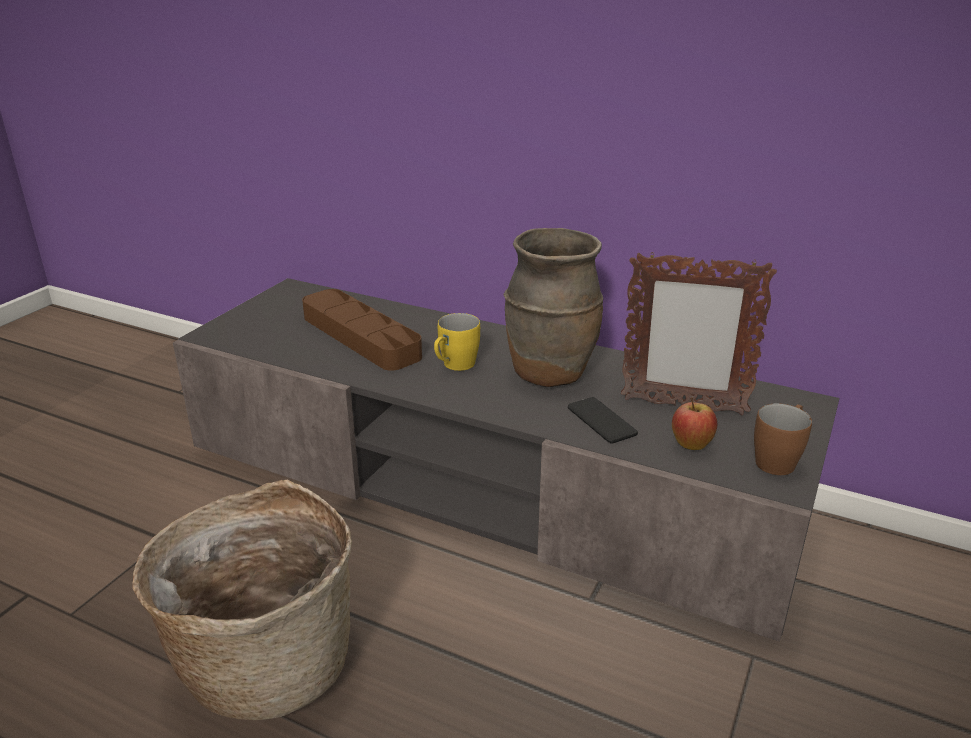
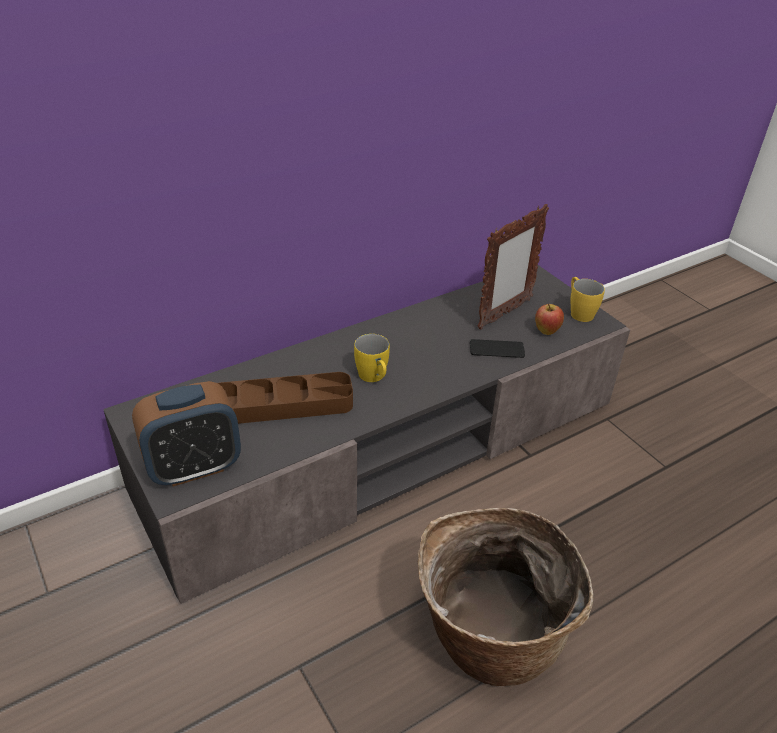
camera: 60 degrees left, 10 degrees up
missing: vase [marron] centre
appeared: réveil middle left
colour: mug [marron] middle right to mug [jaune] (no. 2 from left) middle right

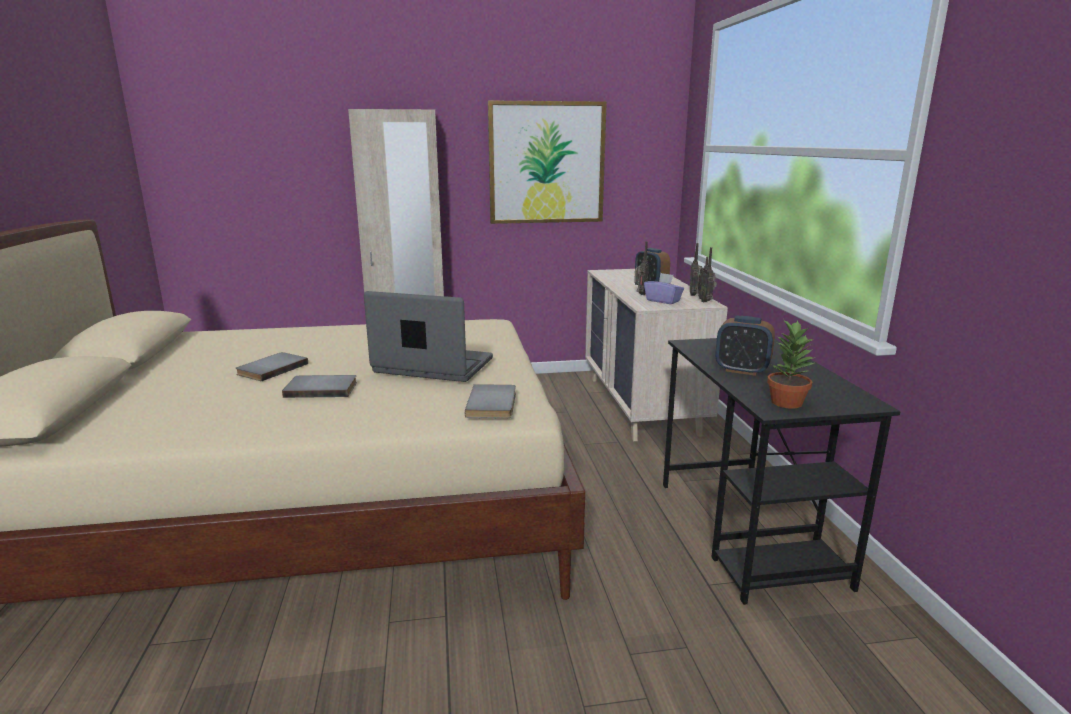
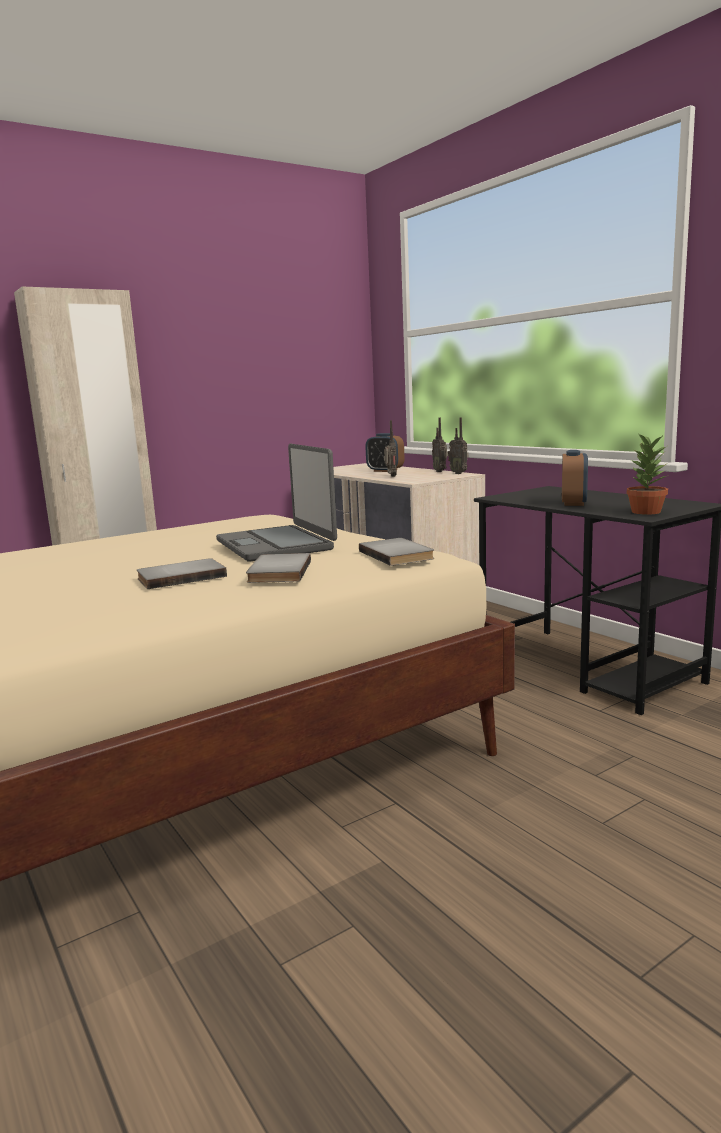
camera: 25 degrees left, 5 degrees down
missing: tableau top centre; boîte à mouchoirs [violet] centre
relocated: livre [gris] (no. 1 from left in the first image) middle left to livre [gris] (no. 2 from left) centre
spun: ordinateur portable centre = centre 105 degrees counterclockwise; réveil (no. 2 from left) middle right = middle right 75 degrees counterclockwise

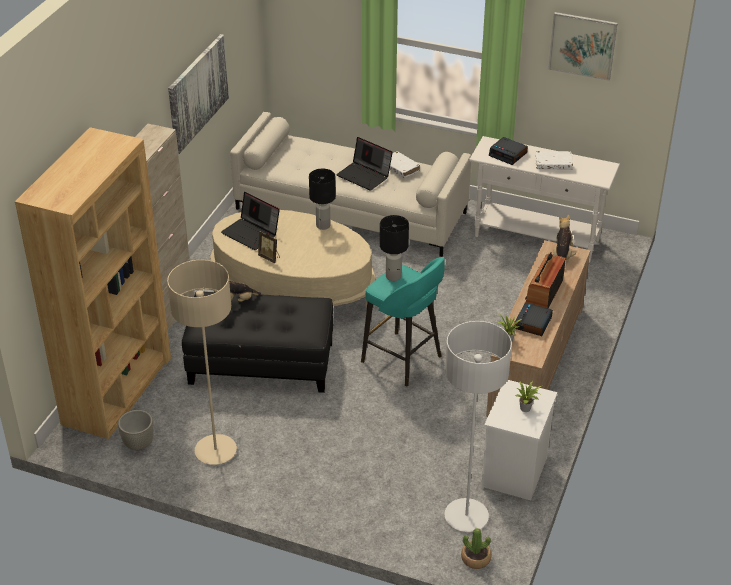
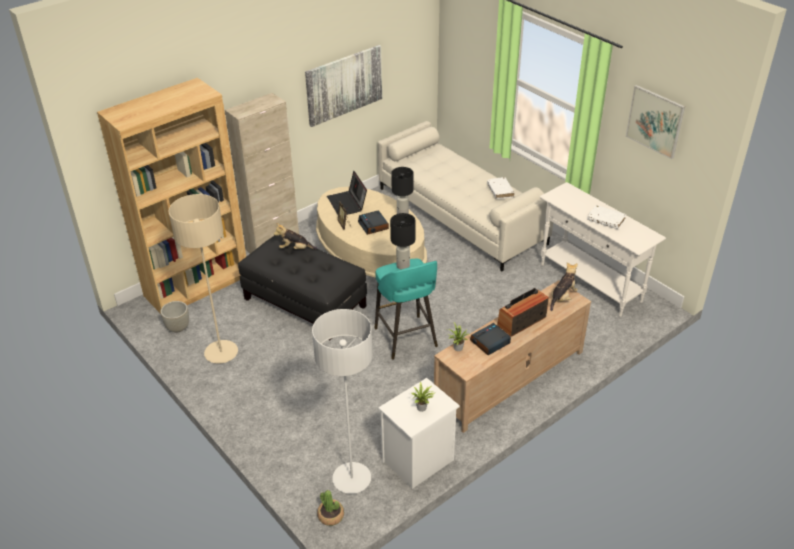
camera: 30 degrees right, 0 degrees up
missing: ordinateur portable (no. 2 from left) top centre
relocated: réveil (no. 1 from left) top right to centre

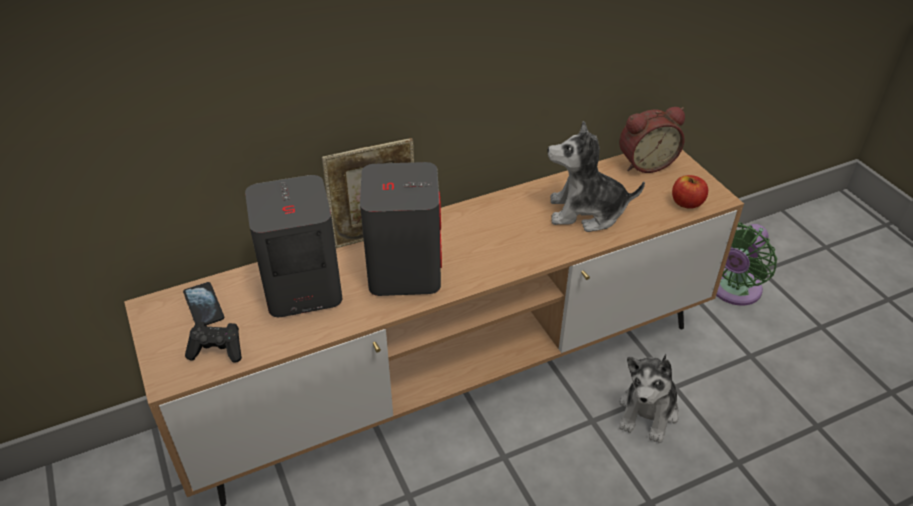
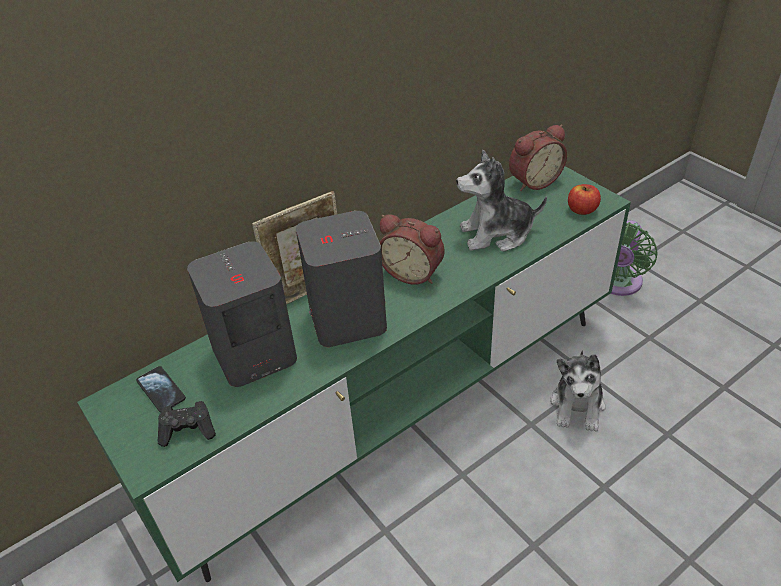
camera: 10 degrees left, 0 degrees up
appeared: réveil (no. 1 from left) centre
colour: meuble télé [marron] centre to meuble télé [vert] centre

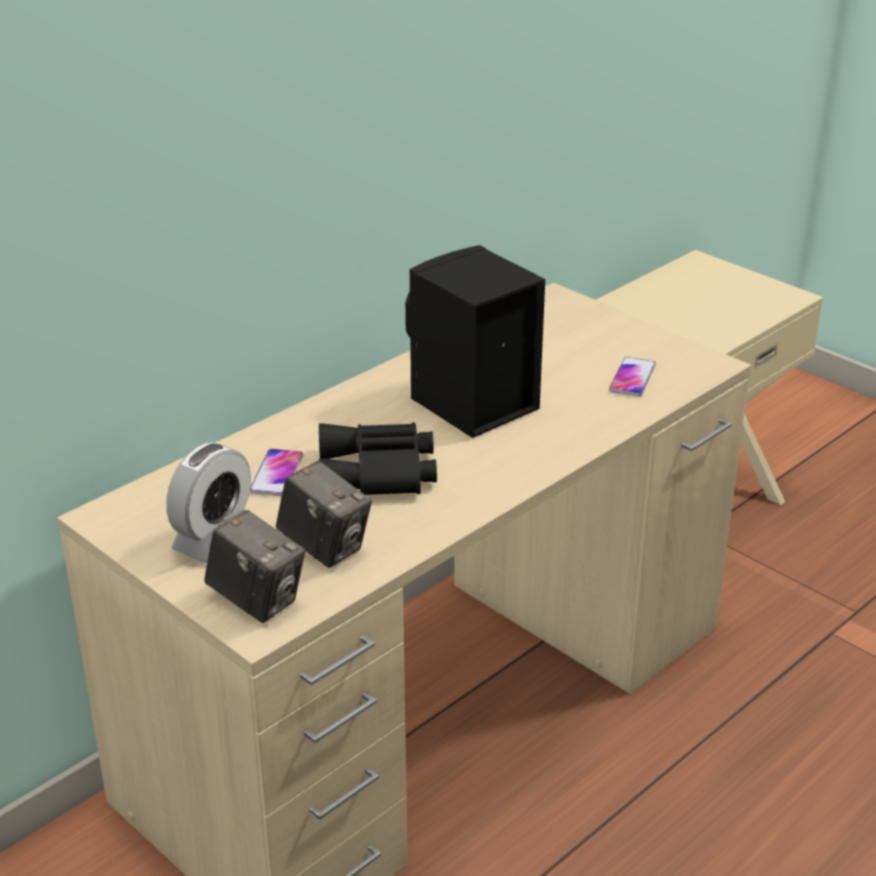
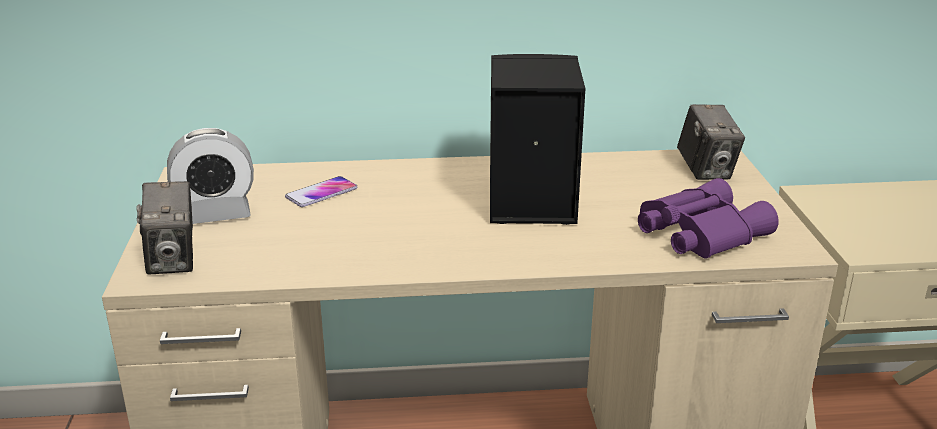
camera: 40 degrees right, 5 degrees down
missing: jumelles [noir] centre
relocated: appareil photo (no. 2 from left) centre to top right
exchanged: téléphone (no. 2 from left) middle right to jumelles [violet] middle right

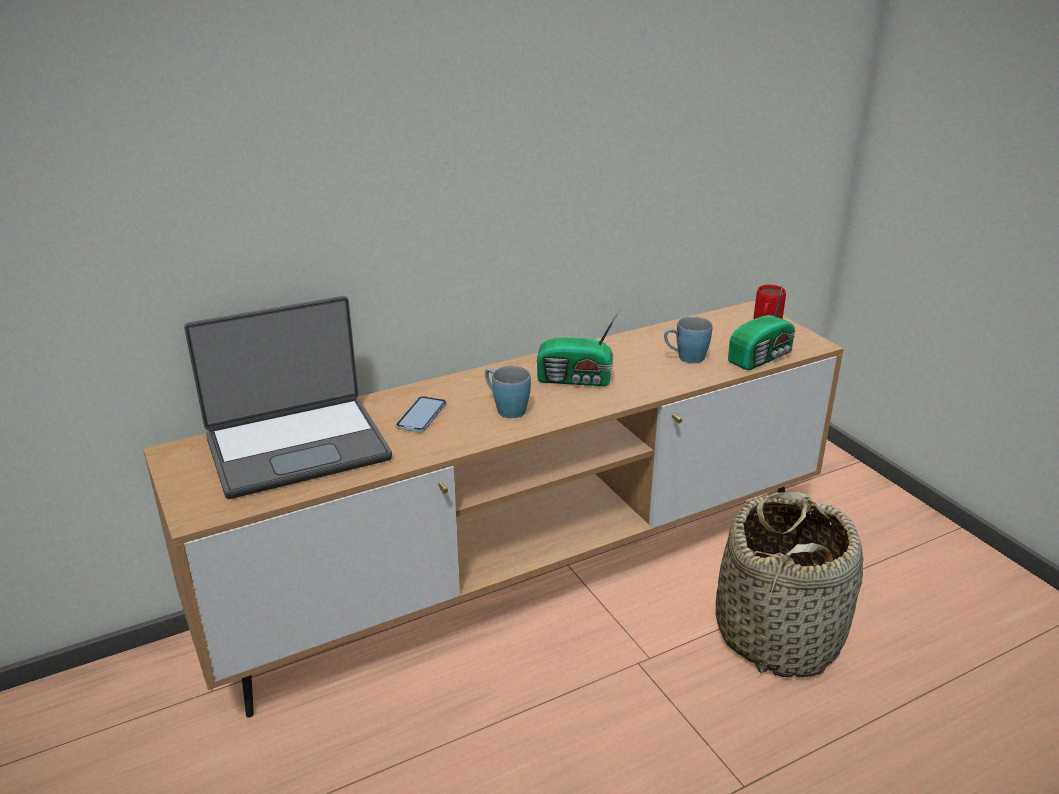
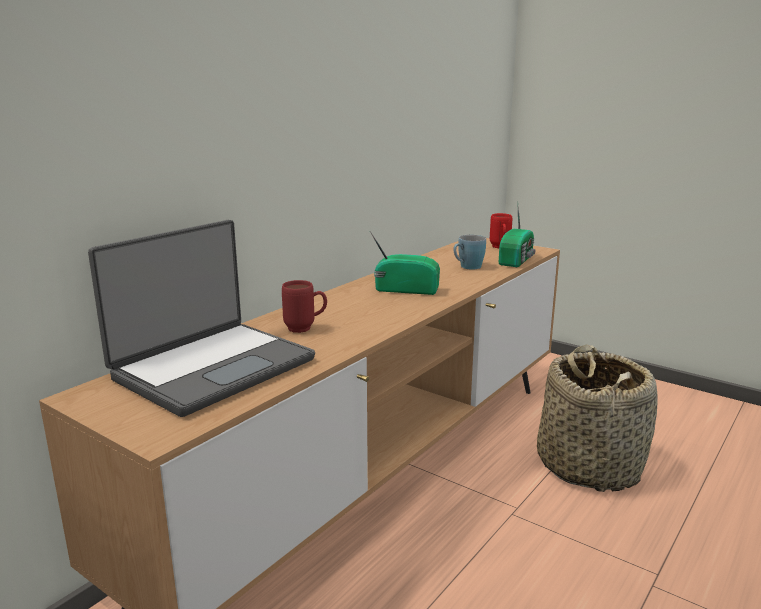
camera: 25 degrees left, 10 degrees down
missing: mug [bleu] (no. 1 from left) centre
exchanged: téléphone centre to mug [rouge] (no. 1 from left) centre
spun: radio (no. 1 from left) centre = centre 150 degrees counterclockwise

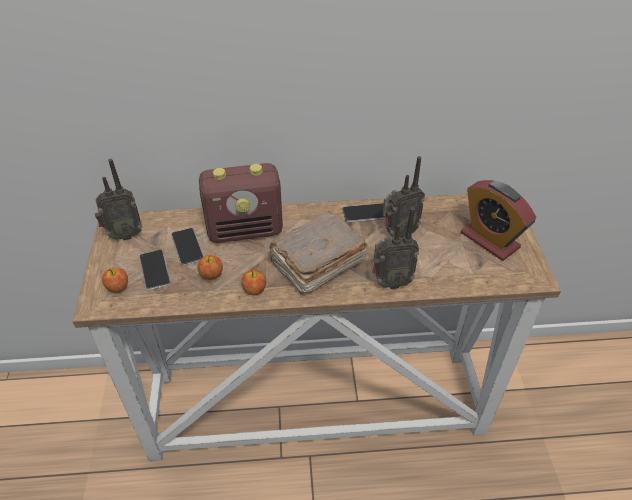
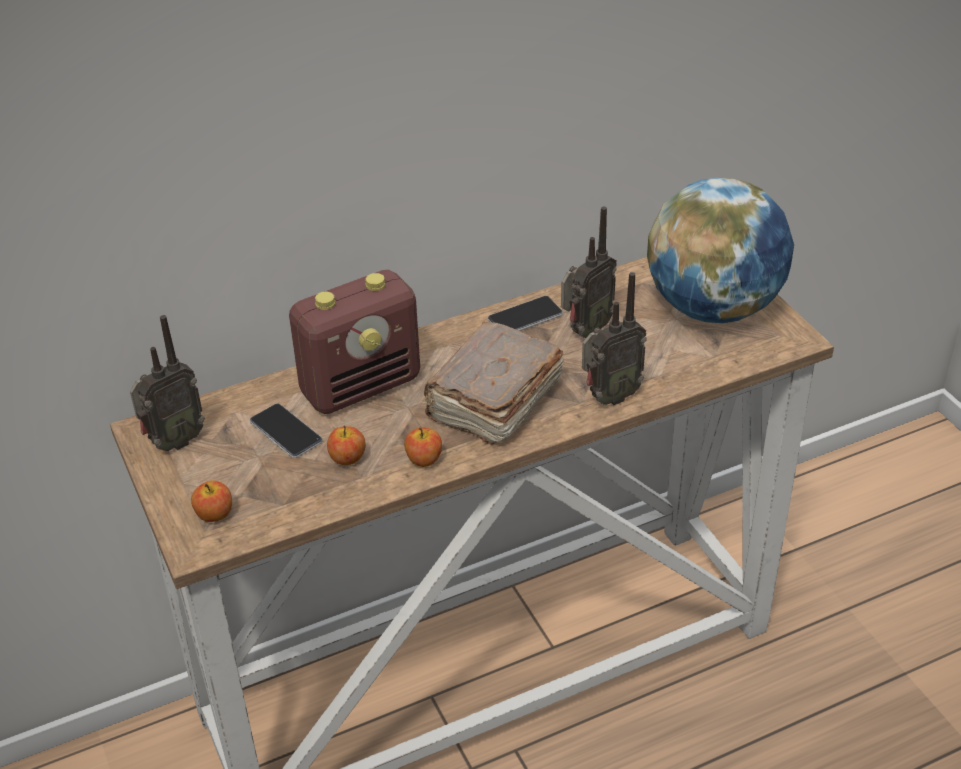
camera: 20 degrees left, 5 degrees down
missing: téléphone (no. 1 from left) middle left
exchanged: réveil middle right to globe top right

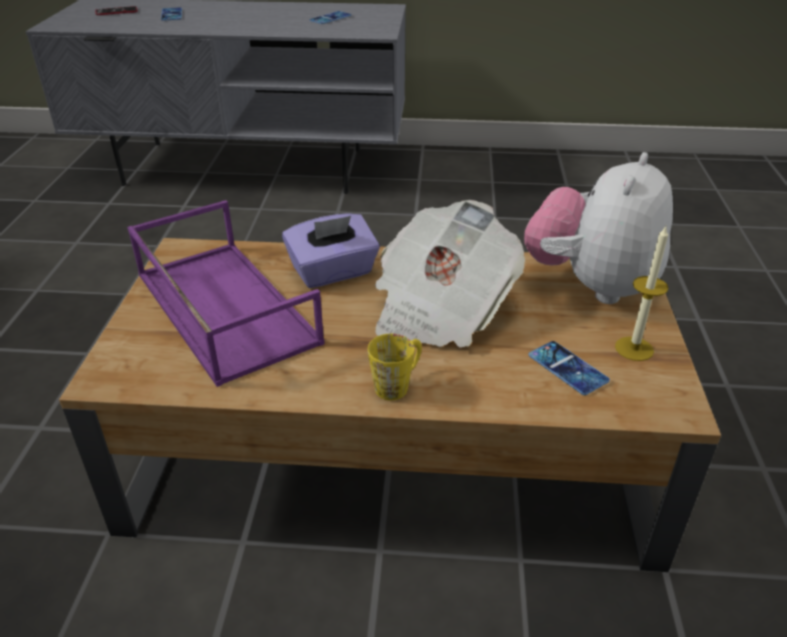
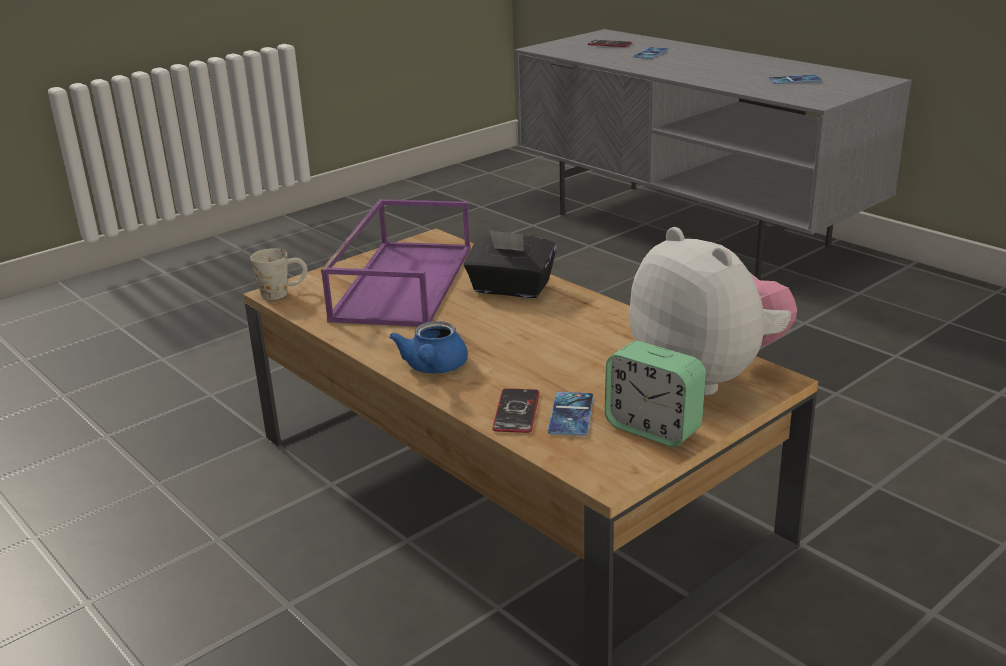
camera: 45 degrees right, 10 degrees down
missing: journal centre
appeared: mug [blanc] middle left; téléphone (no. 1 from left) centre
exchanged: mug [jaune] centre to théière [bleu] centre; bougie middle right to réveil centre
colour: boîte à mouchoirs [violet] centre to boîte à mouchoirs [noir] centre
spun: peluche middle right = middle right 75 degrees clockwise

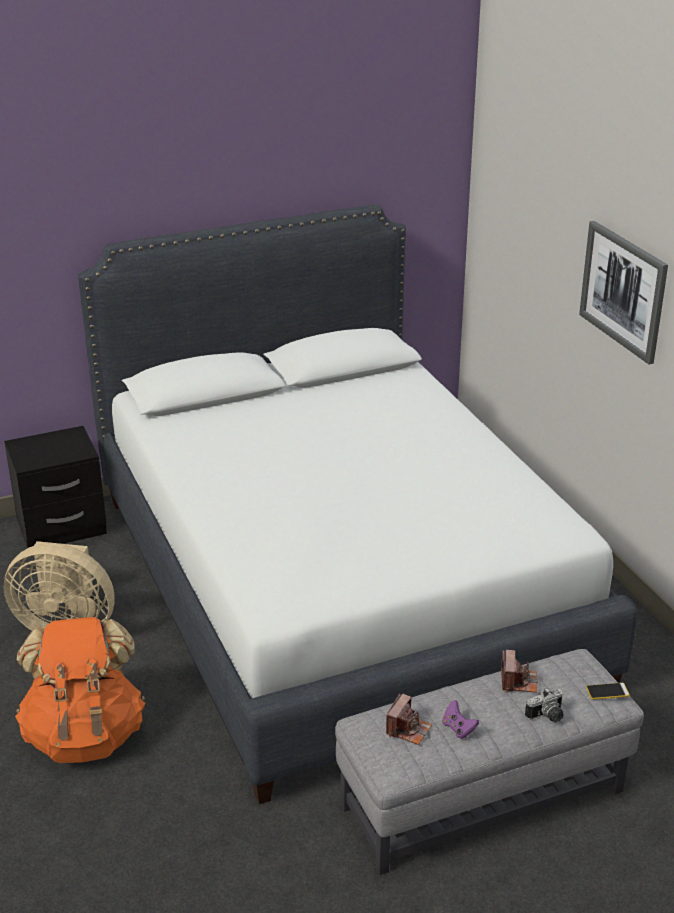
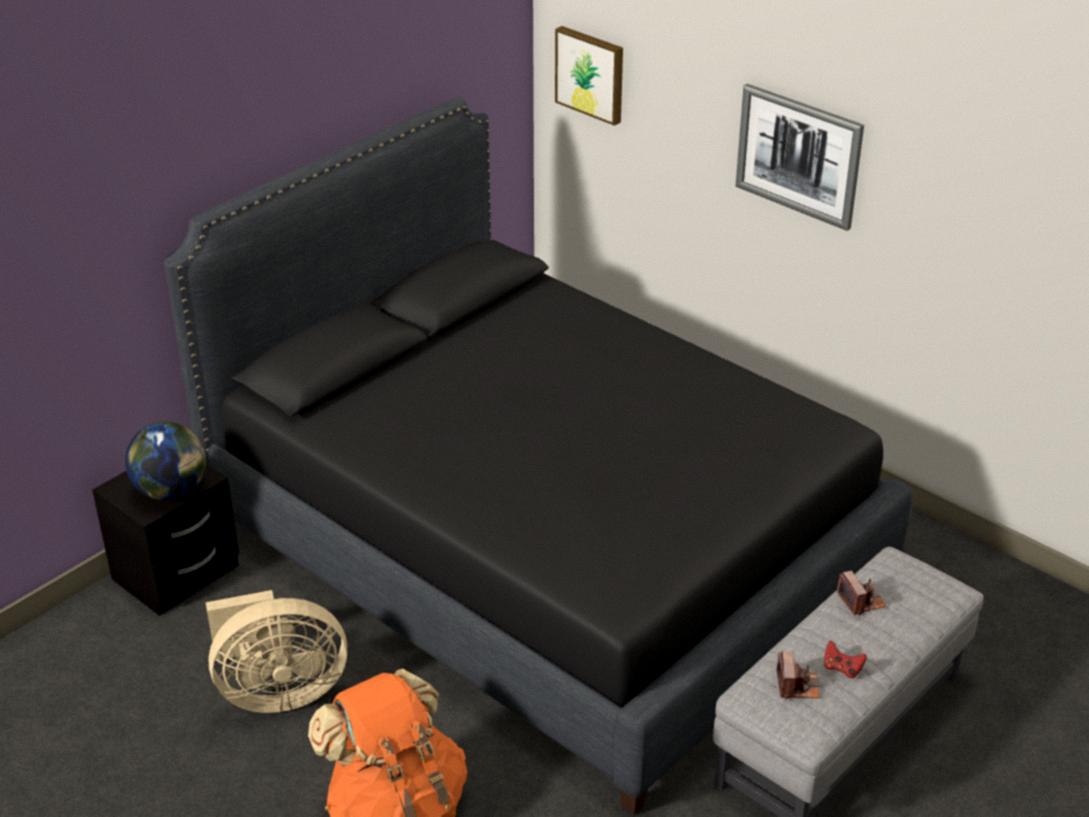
camera: 25 degrees left, 5 degrees up
missing: appareil photo (no. 3 from left) bottom right; téléphone bottom right
appeared: globe middle left; tableau (no. 1 from left) top centre
colour: lit [blanc] centre to lit [noir] centre; manette [violet] bottom right to manette [rouge] bottom right

